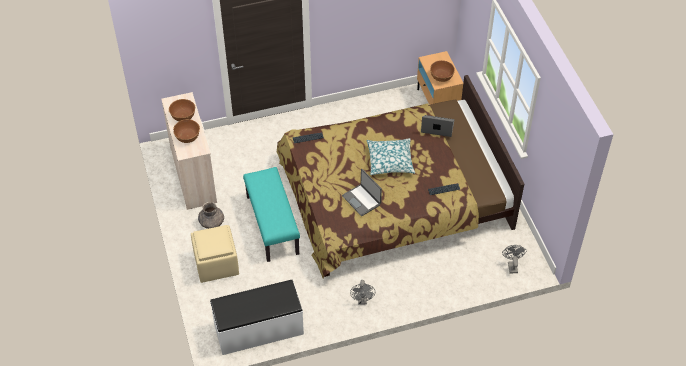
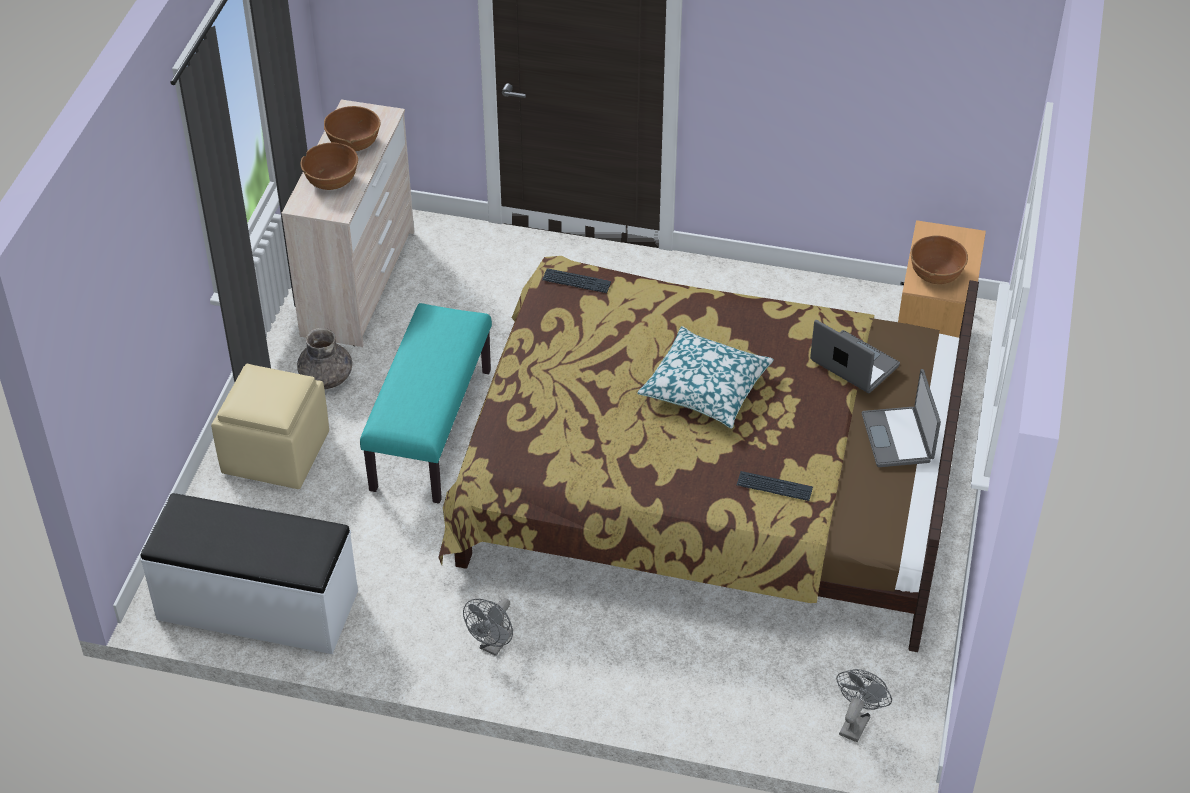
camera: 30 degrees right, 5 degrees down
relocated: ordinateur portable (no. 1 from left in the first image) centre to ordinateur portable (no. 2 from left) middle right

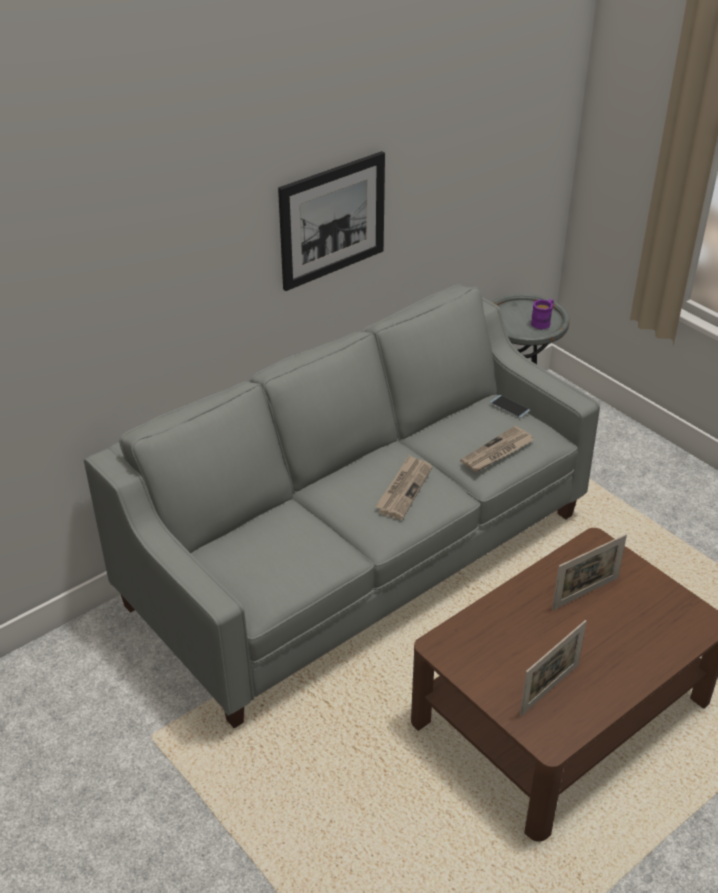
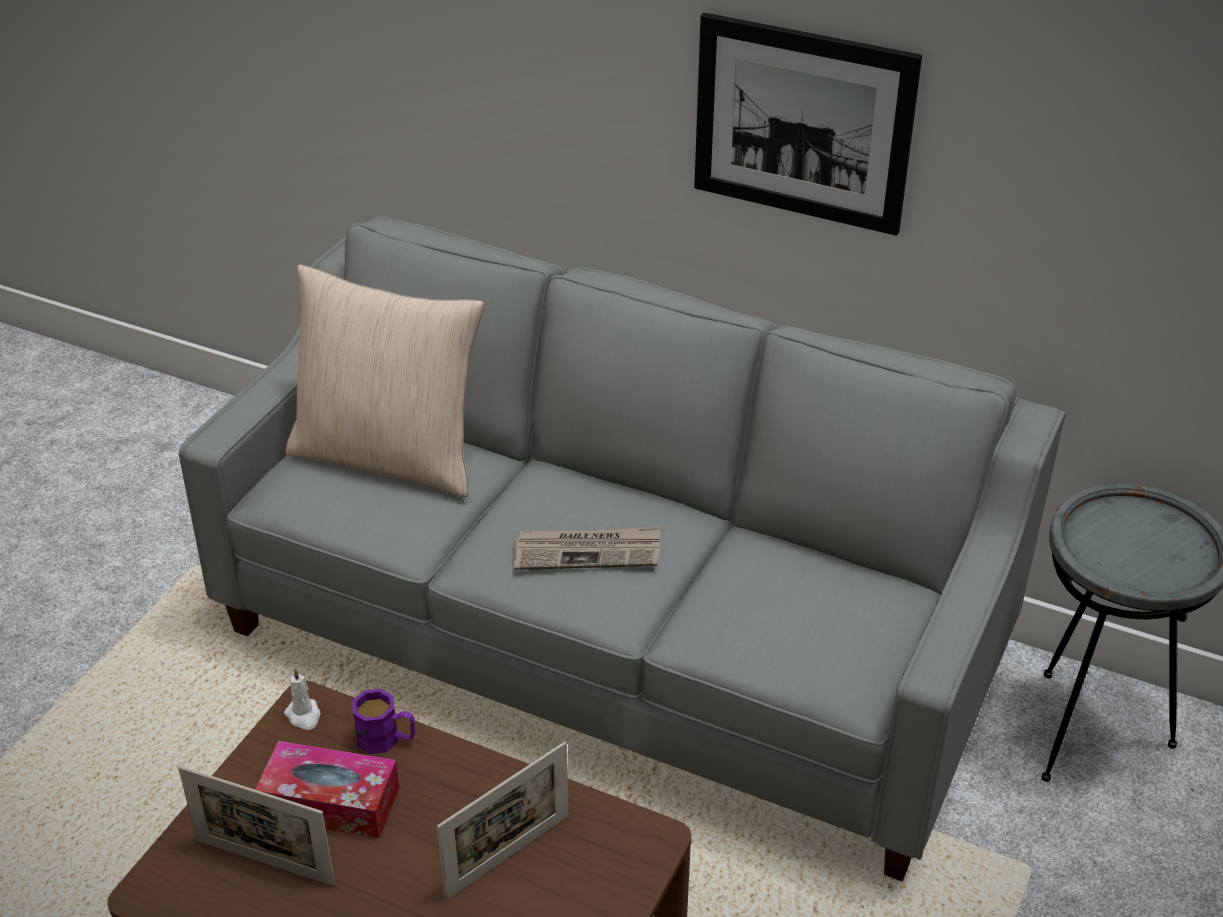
camera: 65 degrees right, 0 degrees up
missing: journal (no. 2 from left) middle right; téléphone middle right
appeared: boîte à mouchoirs bottom left; bougie [blanc] bottom left; coussin [beige] middle left
relocated: mug [violet] middle right to bottom left
spun: cadre photo (no. 2 from left) middle right = bottom centre 75 degrees counterclockwise

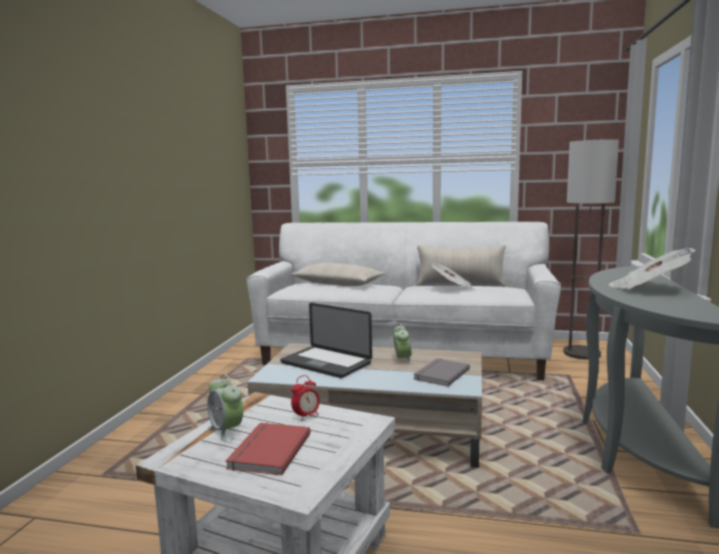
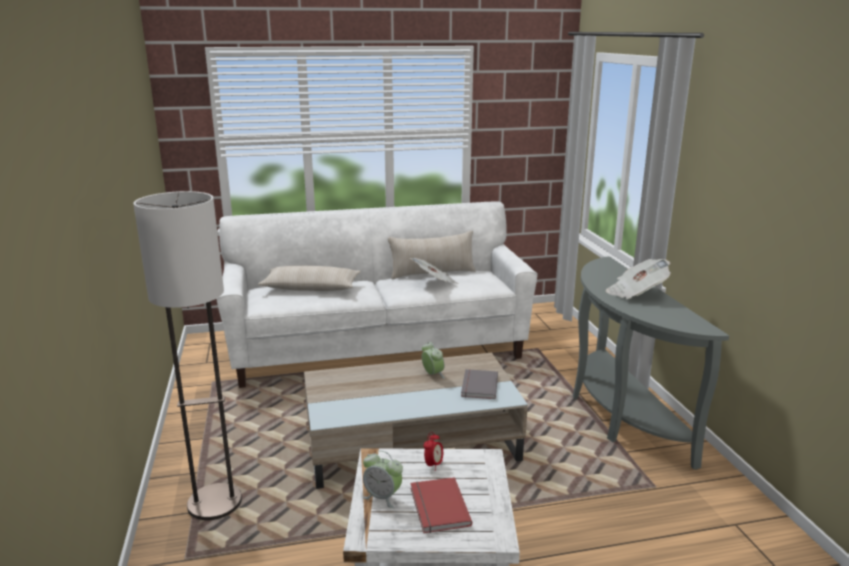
camera: 25 degrees left, 10 degrees up
missing: ordinateur portable centre
relocated: lampadaire middle right to middle left

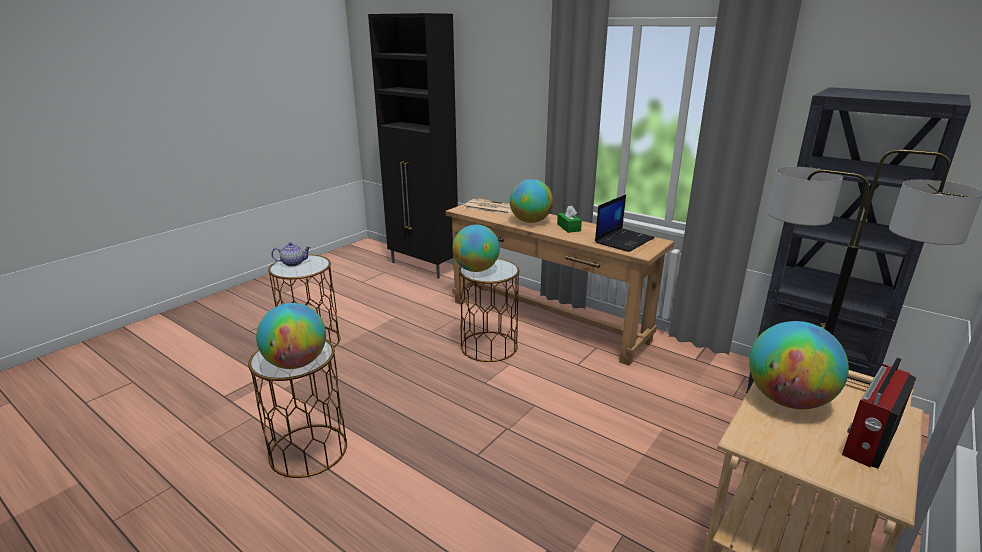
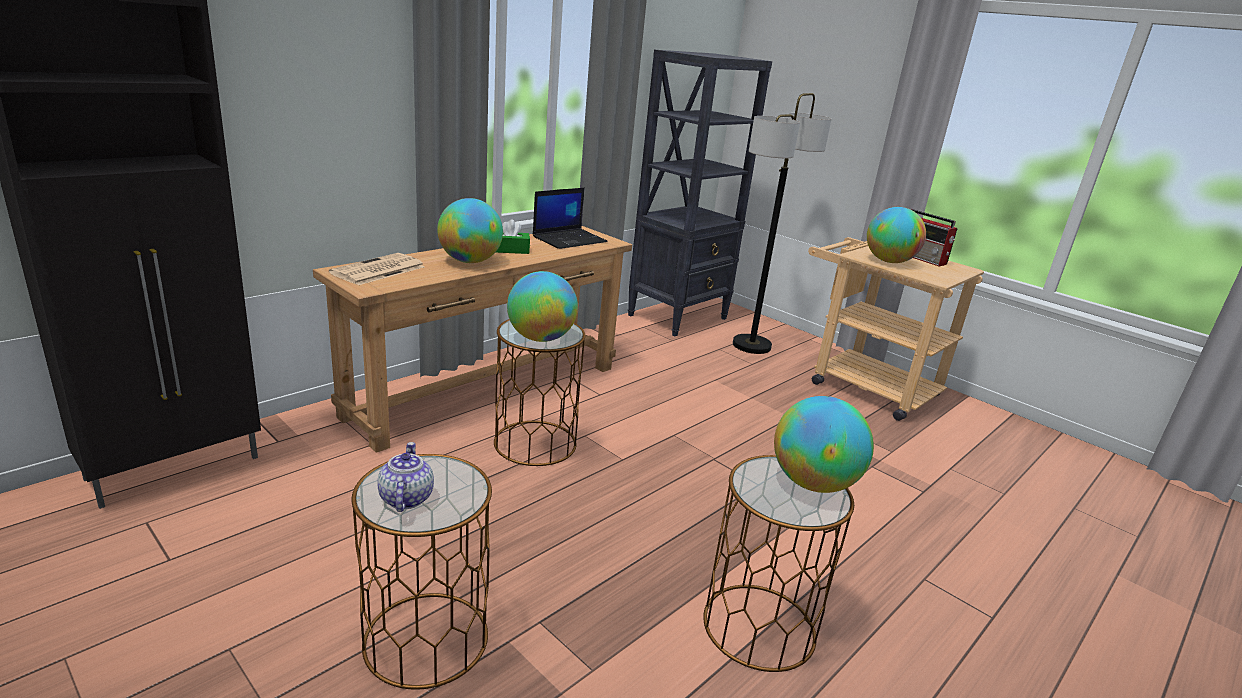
camera: 85 degrees left, 0 degrees up
spun: ordinateur portable centre = top centre 90 degrees clockwise

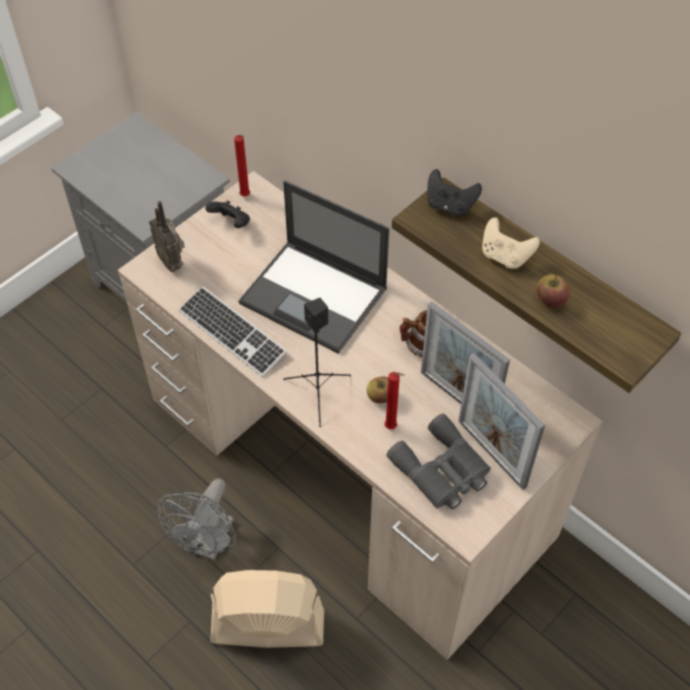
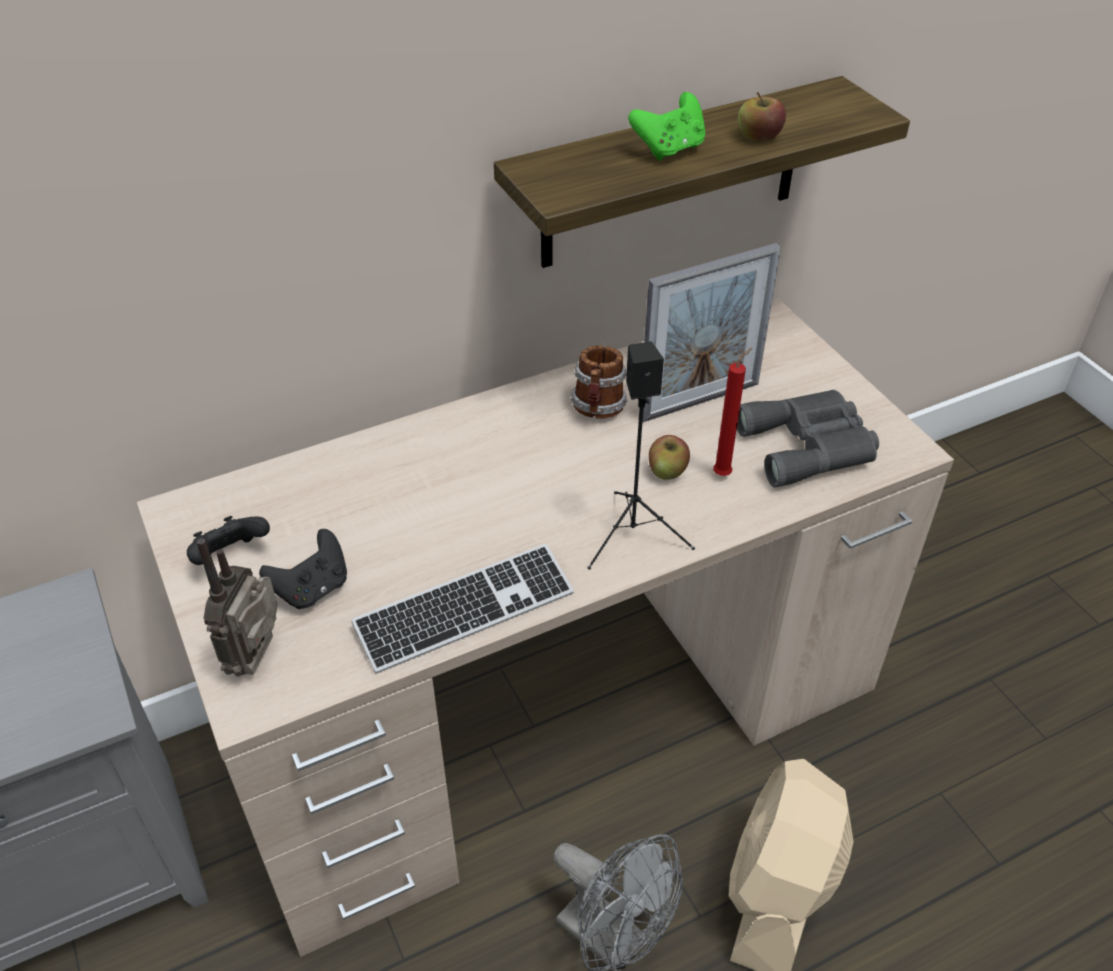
camera: 70 degrees left, 10 degrees down
missing: bougie [rouge] (no. 1 from left) top centre; ordinateur portable centre; cadre photo (no. 2 from left) middle right
relocated: manette [noir] (no. 2 from left) top centre to middle left
colour: manette [beige] middle right to manette [vert] top centre
spun: radio middle left = middle left 120 degrees clockwise

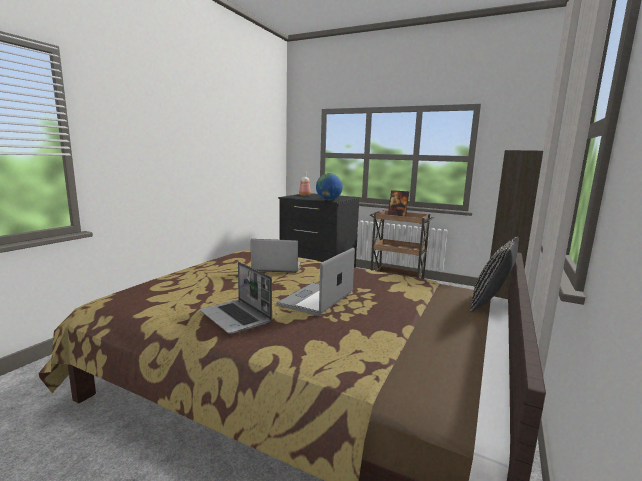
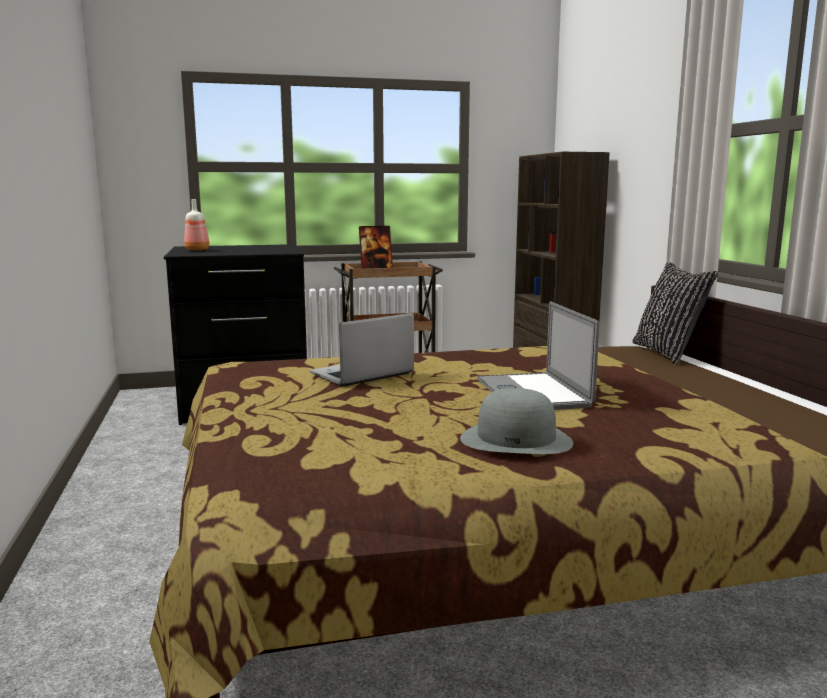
camera: 40 degrees left, 0 degrees up
missing: globe centre
exchanged: ordinateur portable (no. 1 from left) centre to chapeau [gris] centre

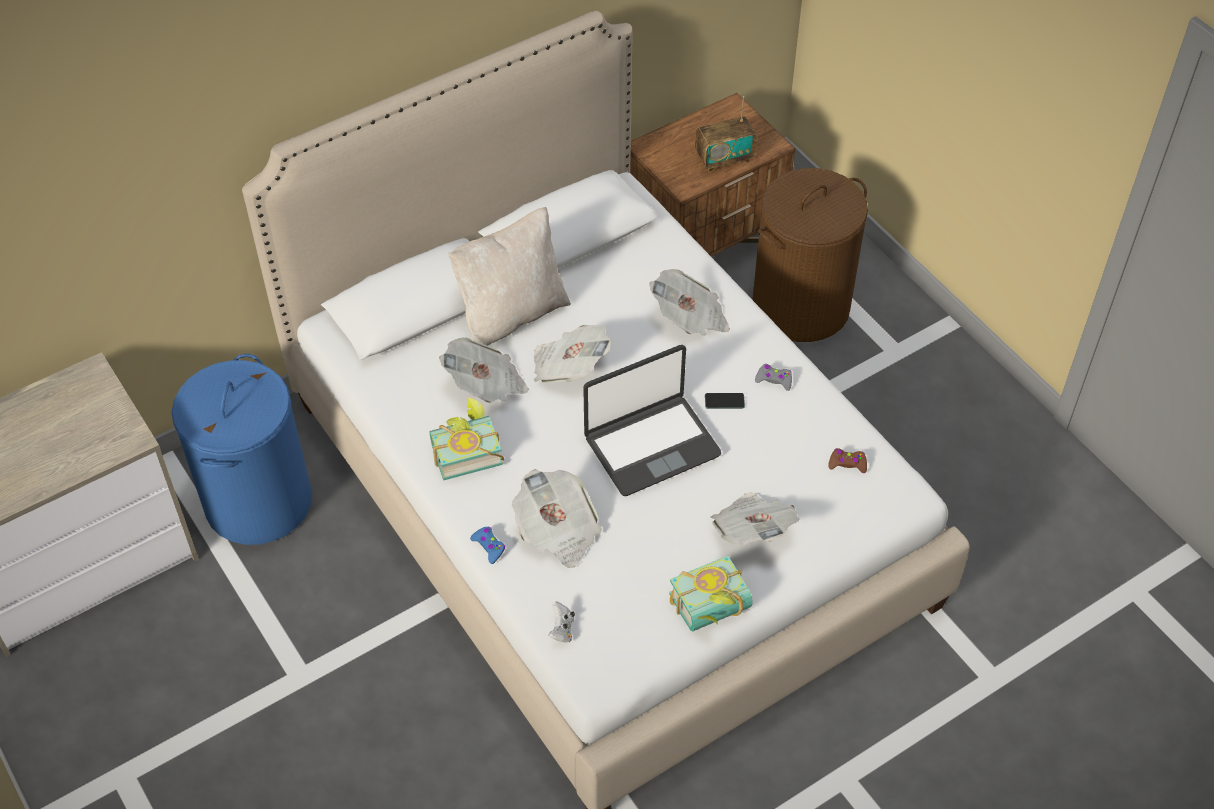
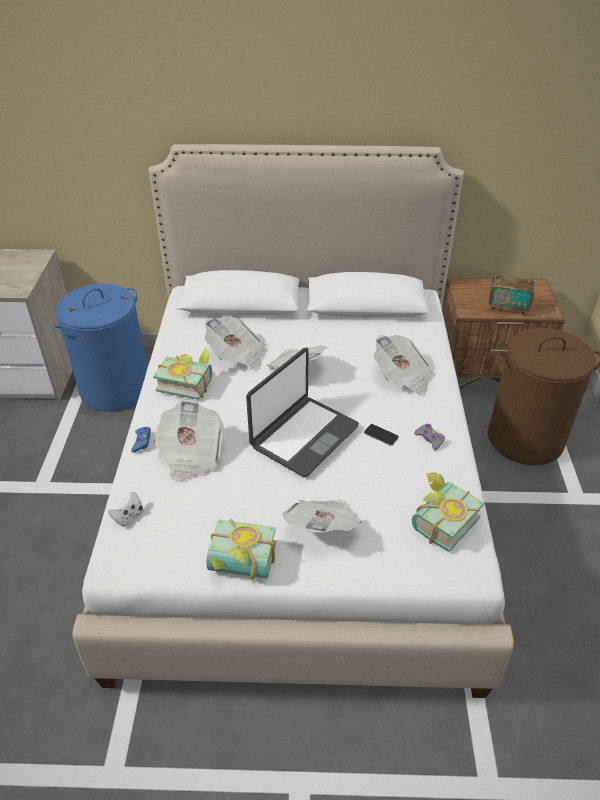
camera: 35 degrees right, 10 degrees down
missing: coussin [beige] centre
exchanged: manette [marron] middle right to livre (no. 3 from left) middle right
spun: ordinateur portable centre = centre 60 degrees counterclockwise

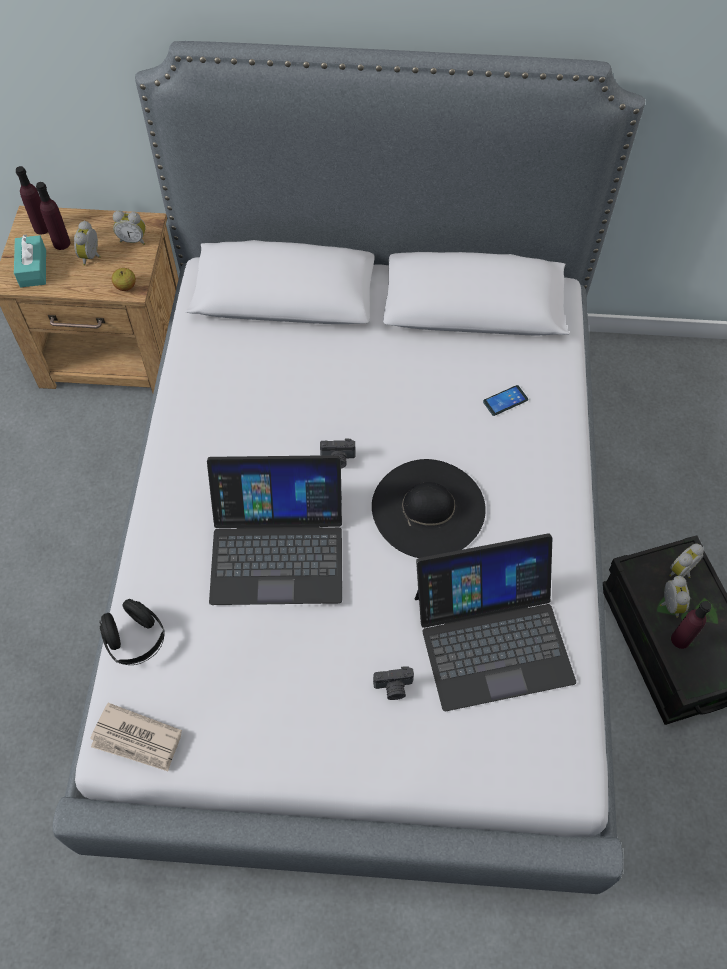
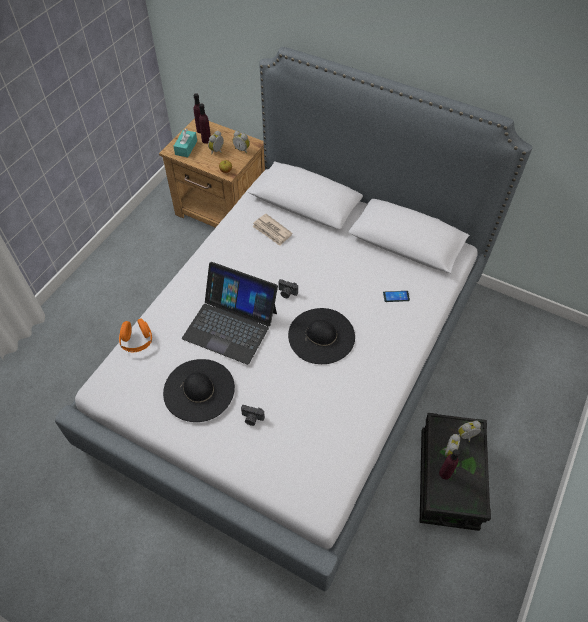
camera: 25 degrees right, 5 degrees down
missing: ordinateur portable (no. 2 from left) middle right
appeared: chapeau [noir] (no. 1 from left) centre
relocated: journal bottom left to centre
colour: casque audio [noir] middle left to casque audio [orange] middle left

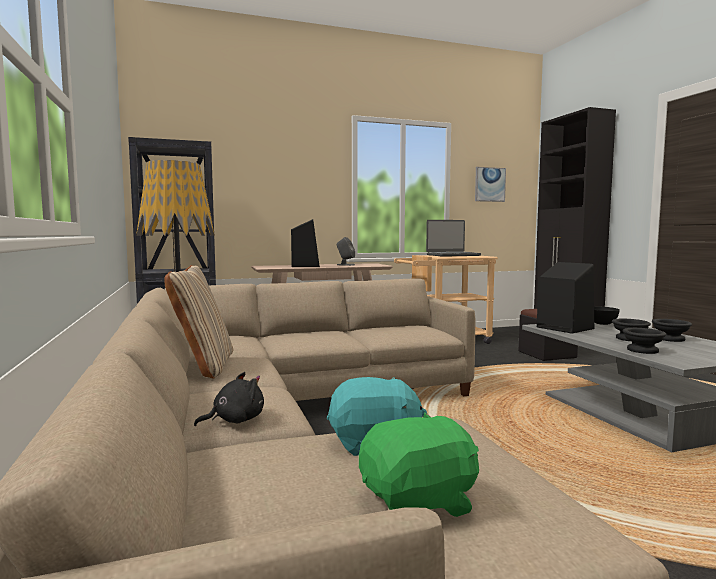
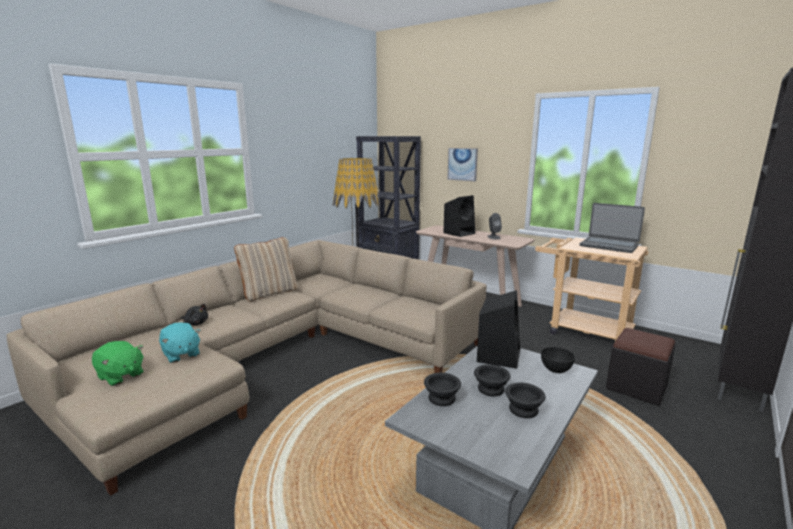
camera: 55 degrees right, 10 degrees up
relocated: tableau top right to top centre

